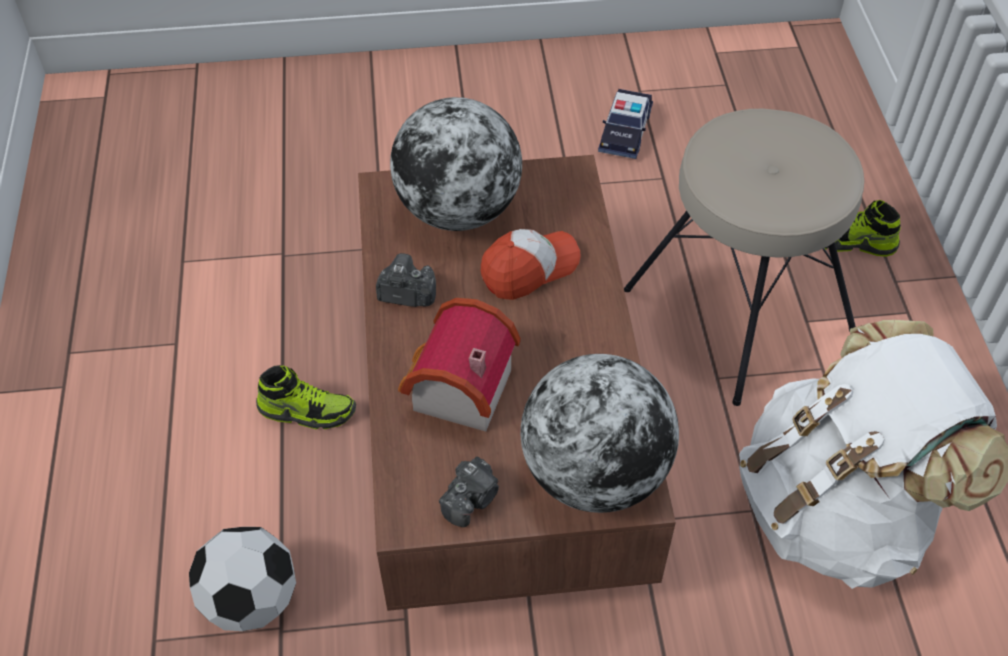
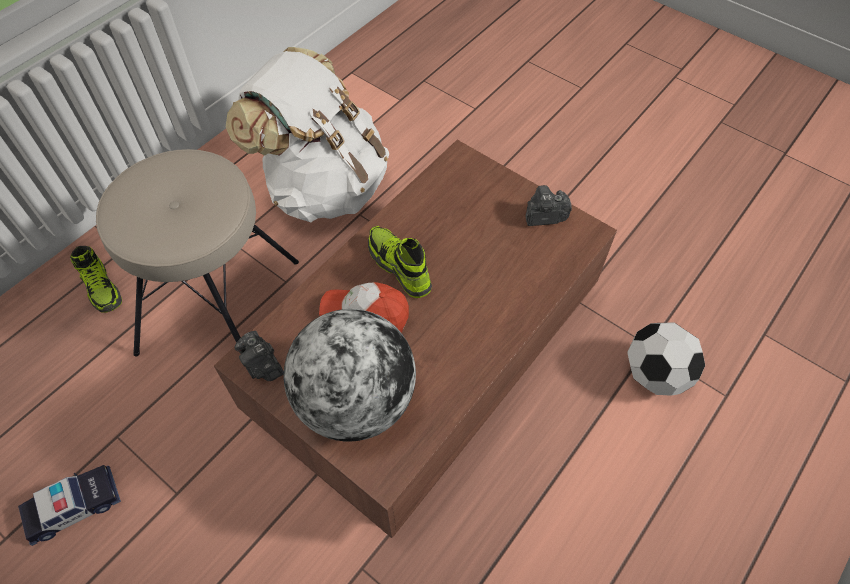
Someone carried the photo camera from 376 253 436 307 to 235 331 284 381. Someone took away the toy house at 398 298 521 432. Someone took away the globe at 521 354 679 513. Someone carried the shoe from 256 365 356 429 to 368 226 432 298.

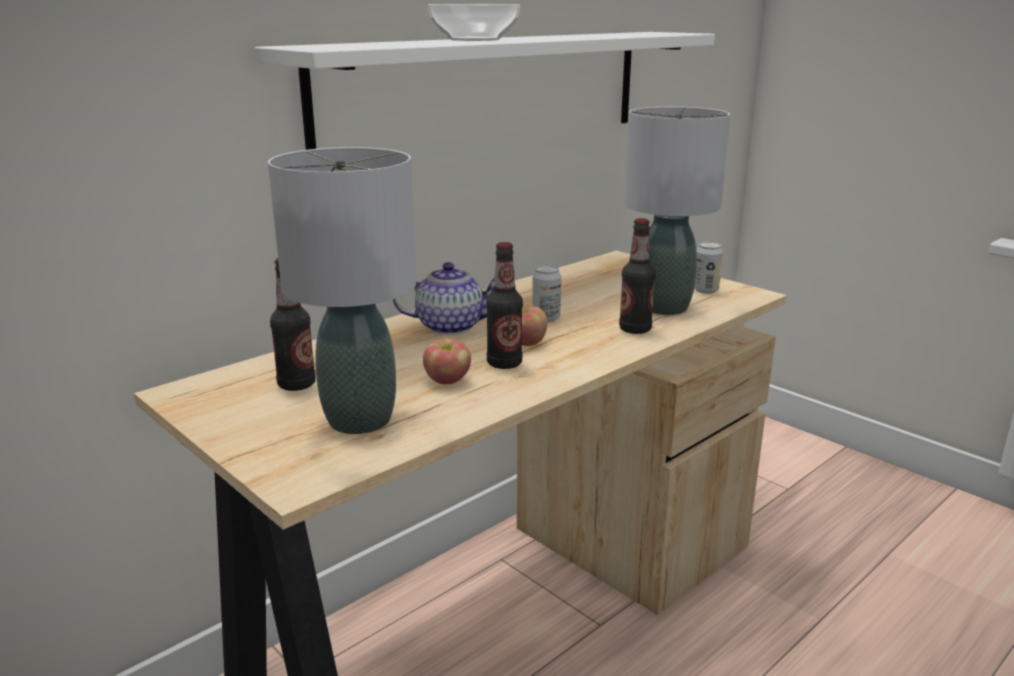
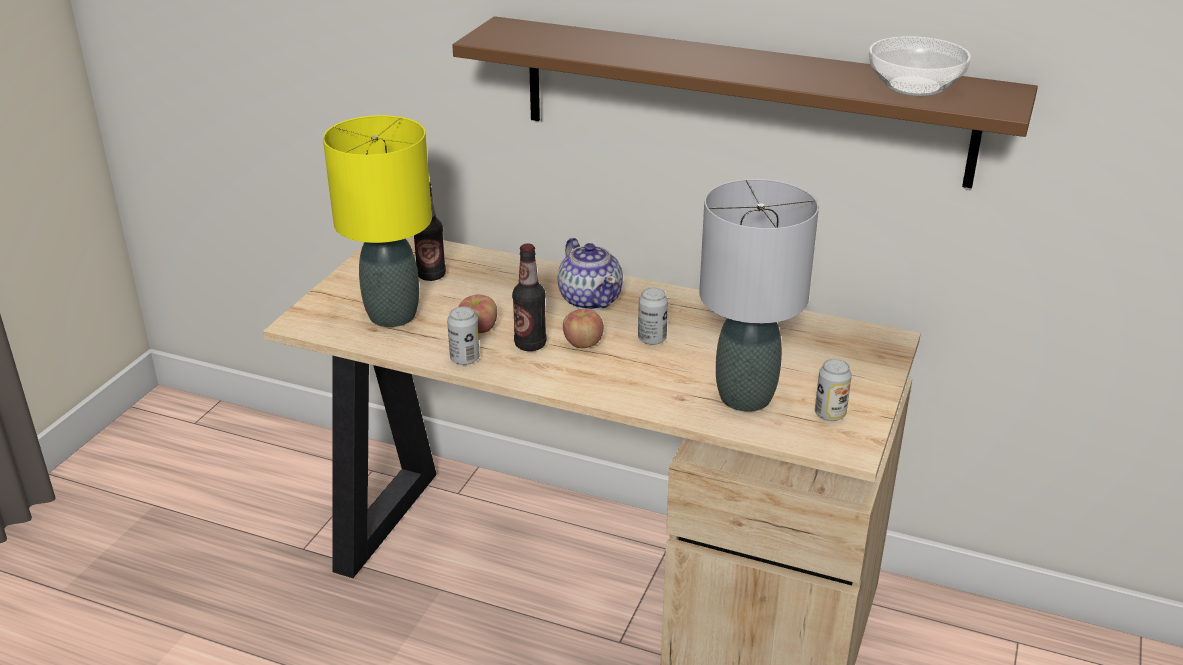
Someone carried the bowl from 428 4 520 41 to 869 36 971 96. Someone repainted the white shelf at 255 32 715 150, which became the brown shelf at 452 16 1038 188. Someone repainted the grey table lamp at 268 147 416 434, which became the yellow table lamp at 323 115 432 327. Someone took away the bottle at 619 218 656 334. Someone put down the can at 447 306 479 365.

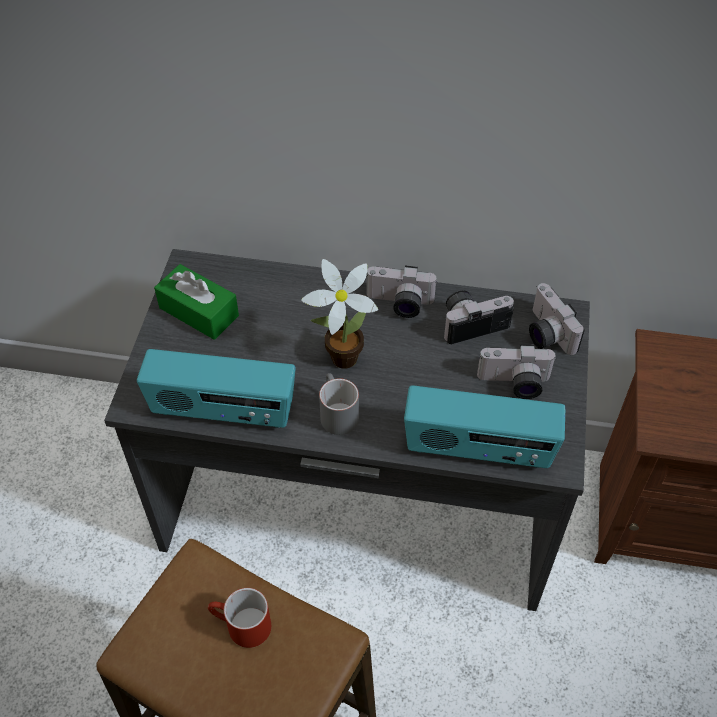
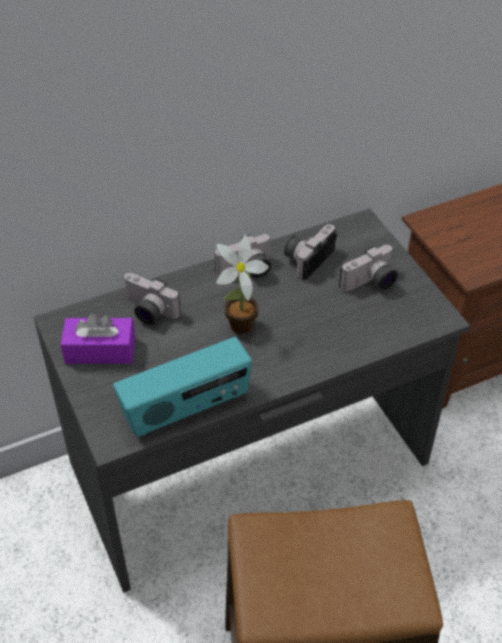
Someone repainted the green tissue box at 154 264 239 340, which became the purple tissue box at 61 313 135 364. Someone carried the photo camera from 529 283 585 355 to 124 273 181 325. Someone took away the grey mug at 319 373 359 435. Someone took away the radio at 404 385 566 468. Someone took away the red mug at 208 588 271 648.

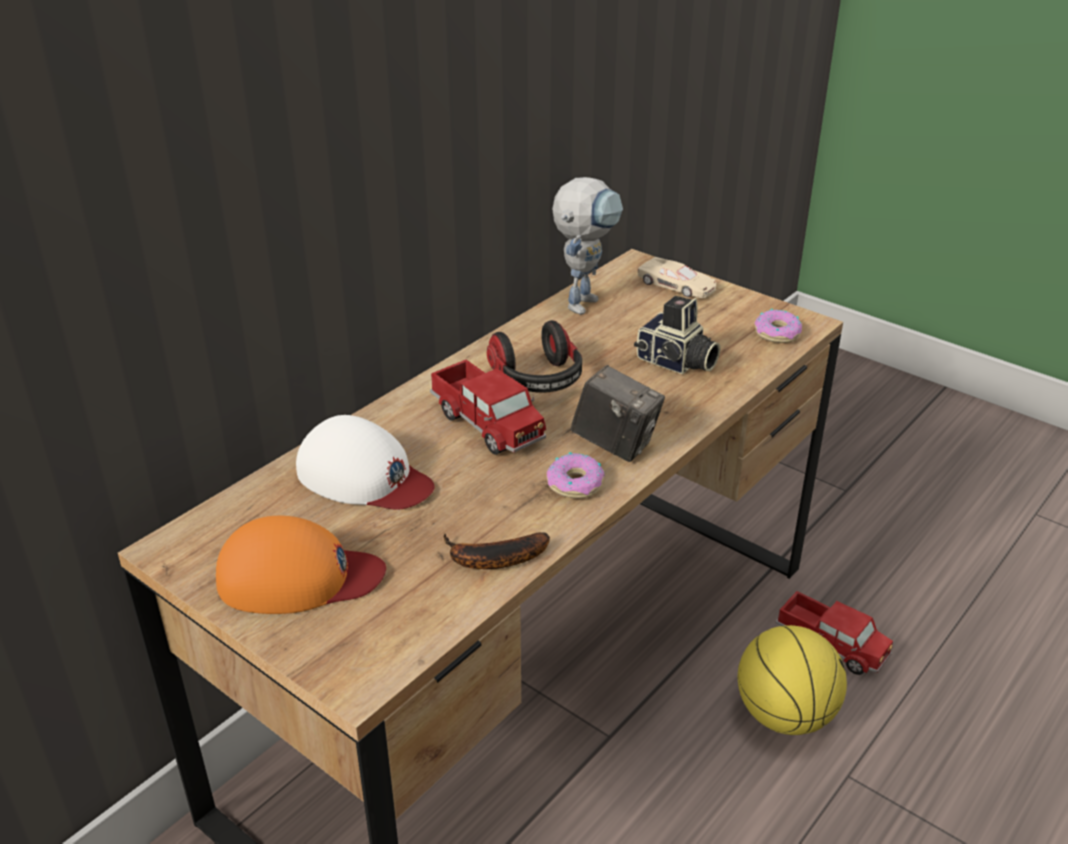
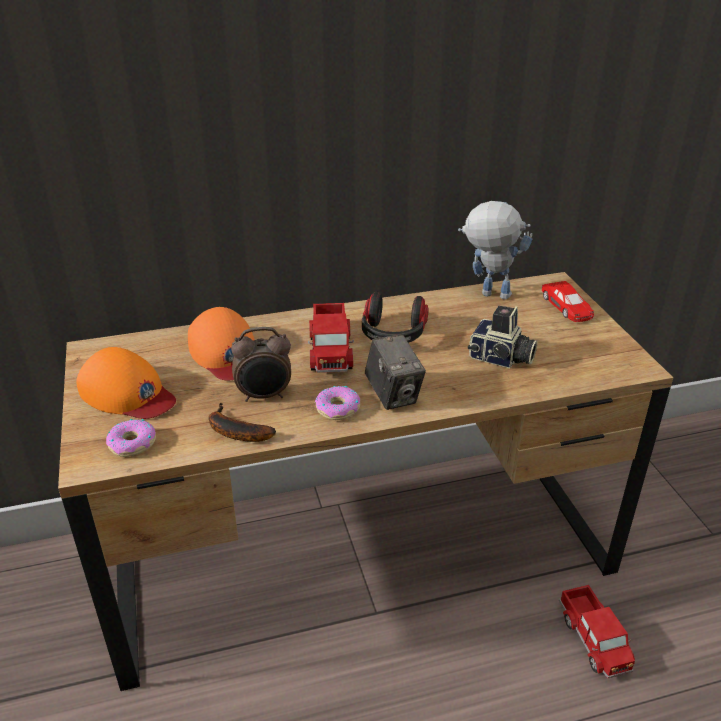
Someone rotated the toy robot at 552 177 623 315 by 135 degrees counterclockwise. Someone repainted the beige toy car at 638 257 716 298, which became the red toy car at 542 281 594 322. Someone rotated the photo camera at 634 296 720 374 by 45 degrees counterclockwise. Someone carried the donut from 755 309 802 343 to 106 419 156 457. Someone repainted the white cap at 296 415 435 510, which became the orange cap at 188 307 255 380. Someone took away the basketball at 738 625 847 735. Someone put down the alarm clock at 231 327 291 402.

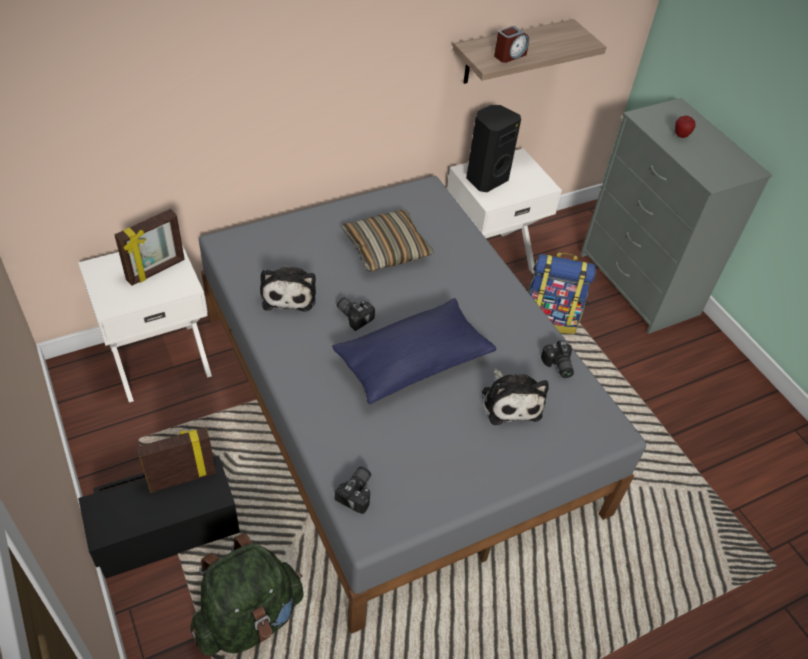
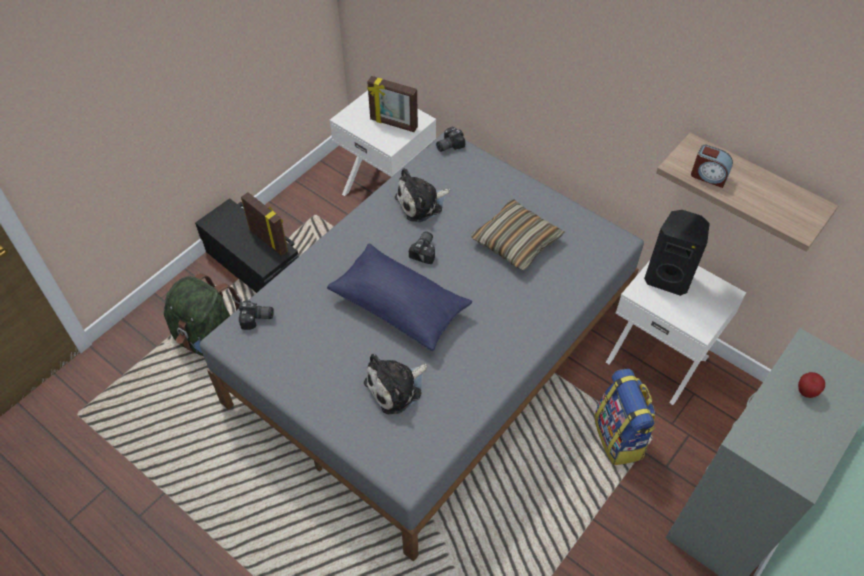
Someone carried the photo camera from 541 341 574 378 to 436 127 465 152.

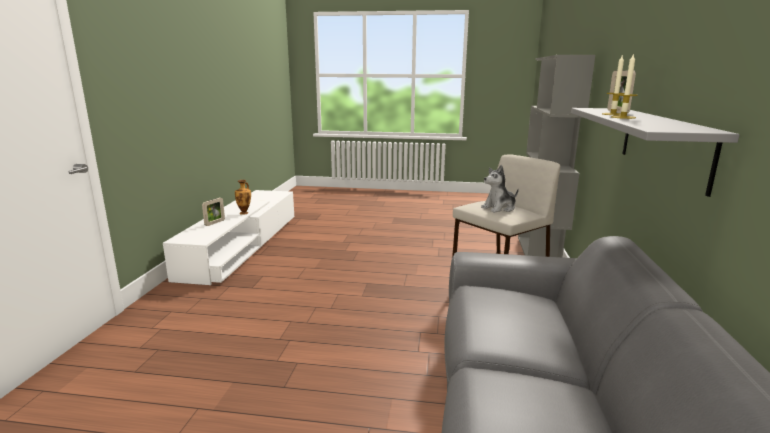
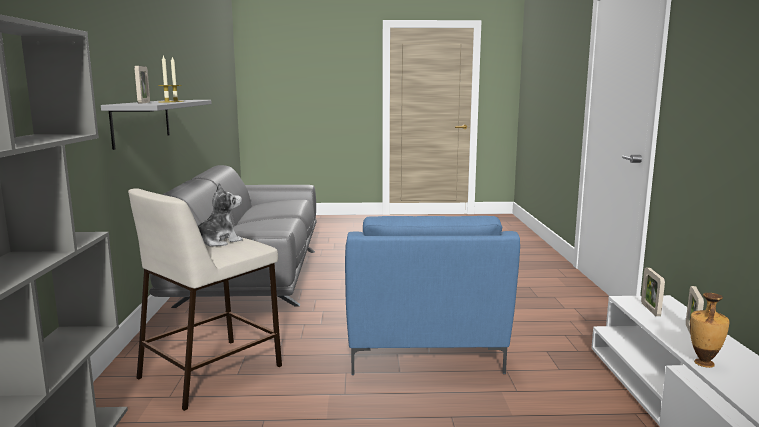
Someone put down the blue armchair at 345 216 520 375. Someone put down the picture frame at 641 268 665 316.

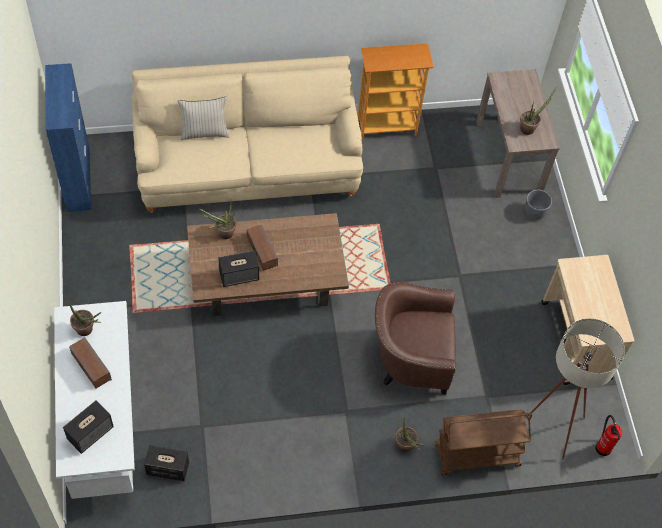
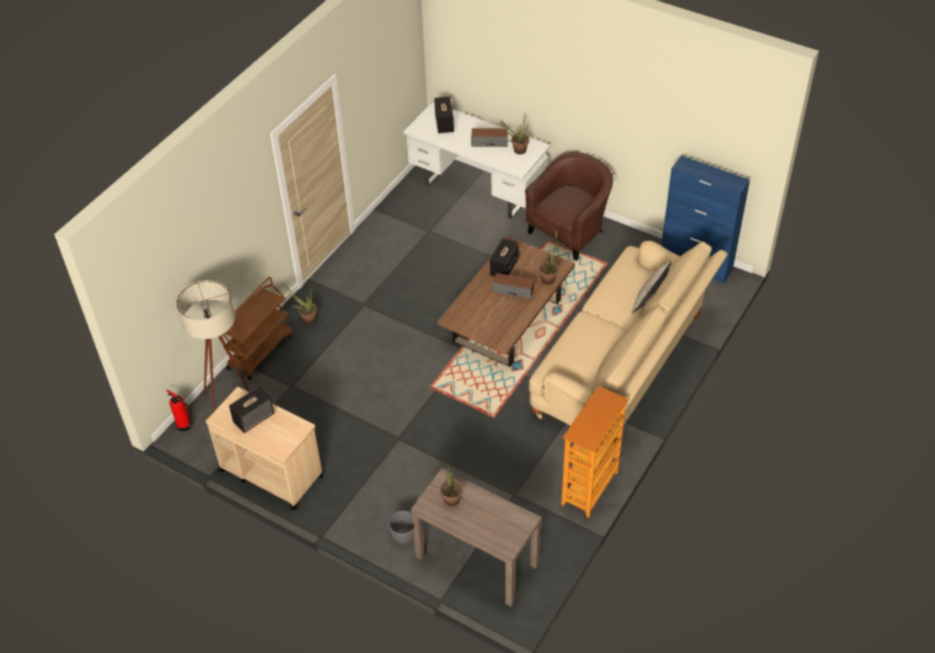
Someone carried the brown armchair from 375 282 456 395 to 525 152 613 261. Someone carried the speaker from 144 445 189 481 to 229 386 274 433.

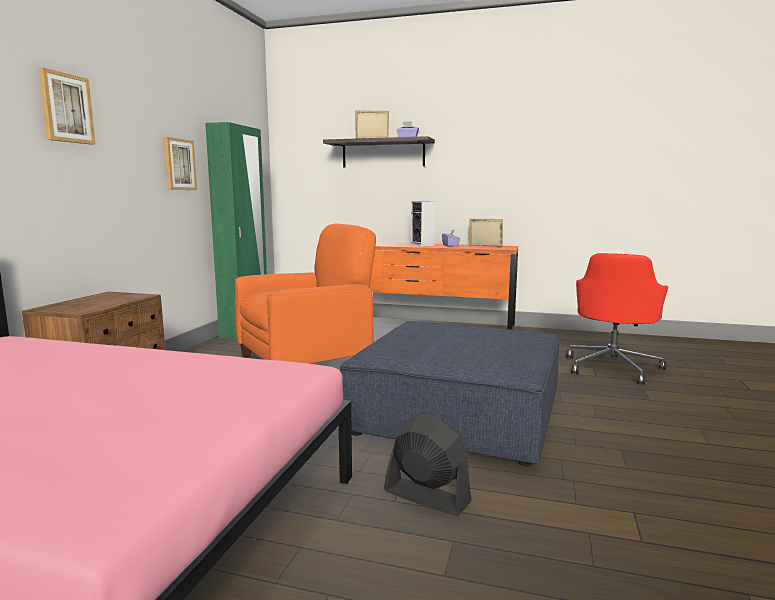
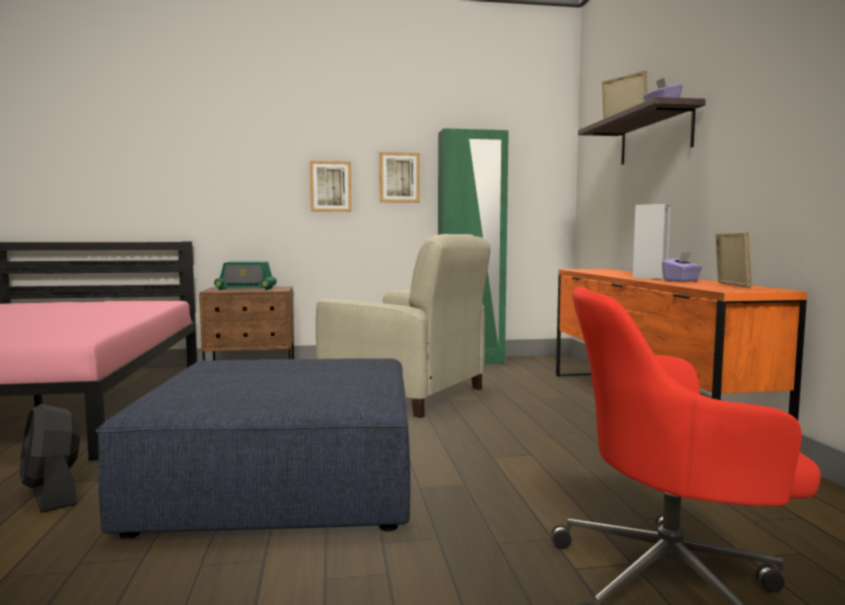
Someone carried the picture from 39 67 96 145 to 310 161 352 212. Someone repainted the orange armchair at 235 224 376 364, which became the beige armchair at 316 234 491 418. Someone rotated the black fan at 384 414 472 516 by 135 degrees clockwise. Someone put down the radio at 214 262 277 290.

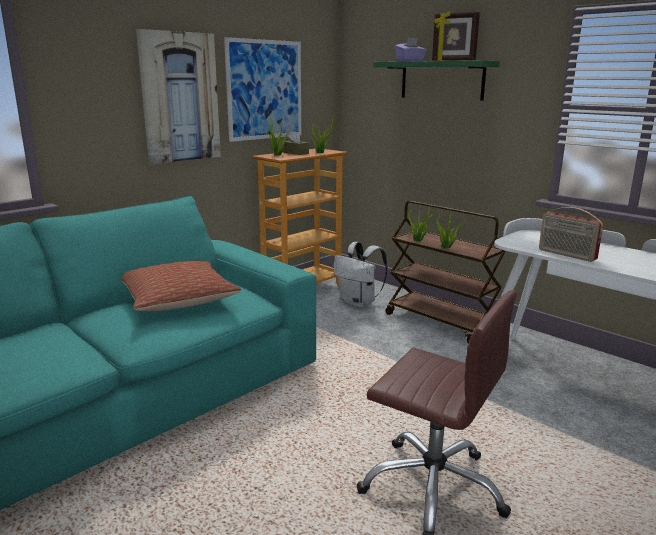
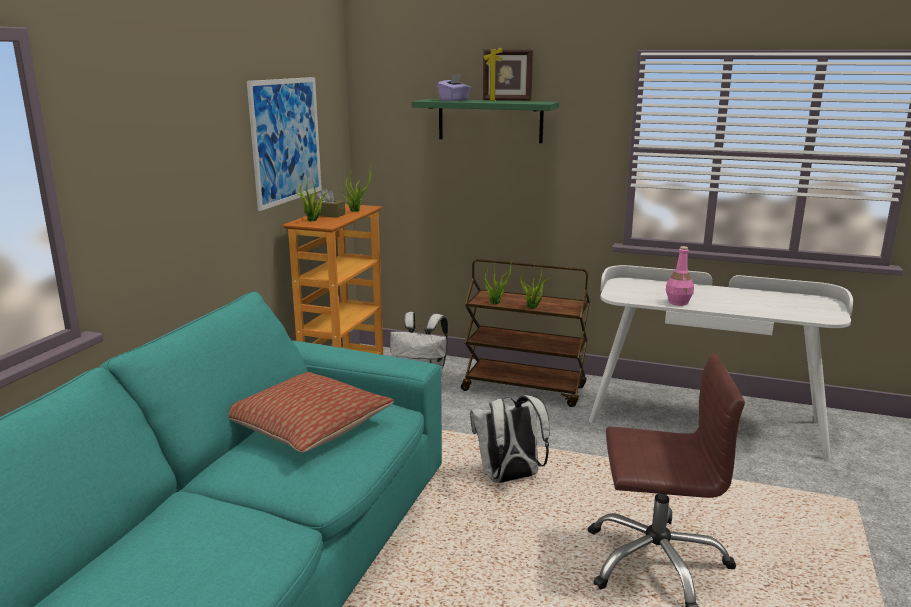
Someone took away the picture at 136 29 221 164. Someone swapped the radio at 539 207 603 262 for the pink bottle at 666 246 694 306. Someone put down the white backpack at 470 395 550 483.

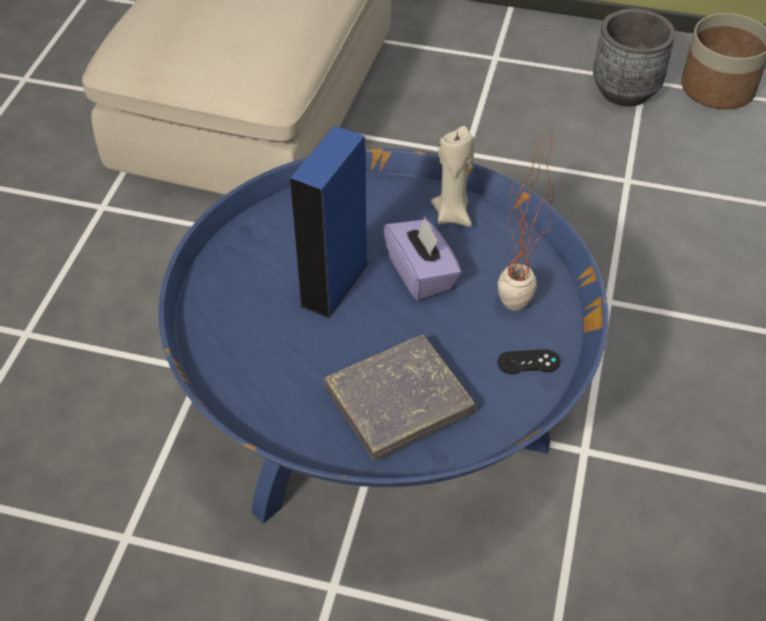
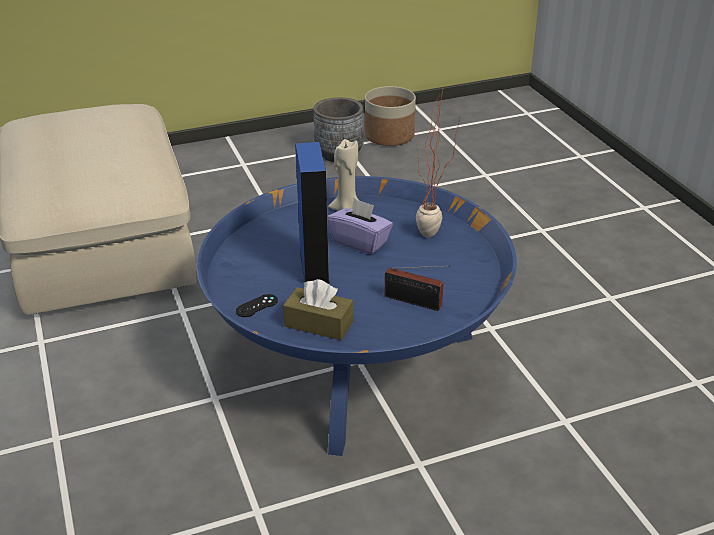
Someone swapped the grey book at 324 335 475 461 for the radio at 385 265 451 311. Someone carried the black game controller from 498 349 561 374 to 236 294 278 317. Someone put down the brown tissue box at 283 279 353 340.

